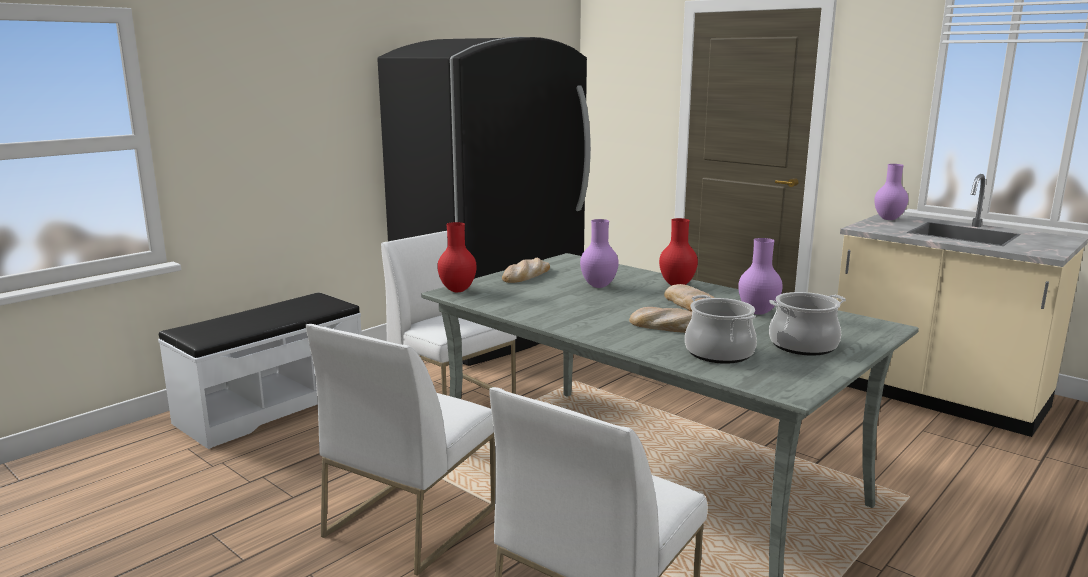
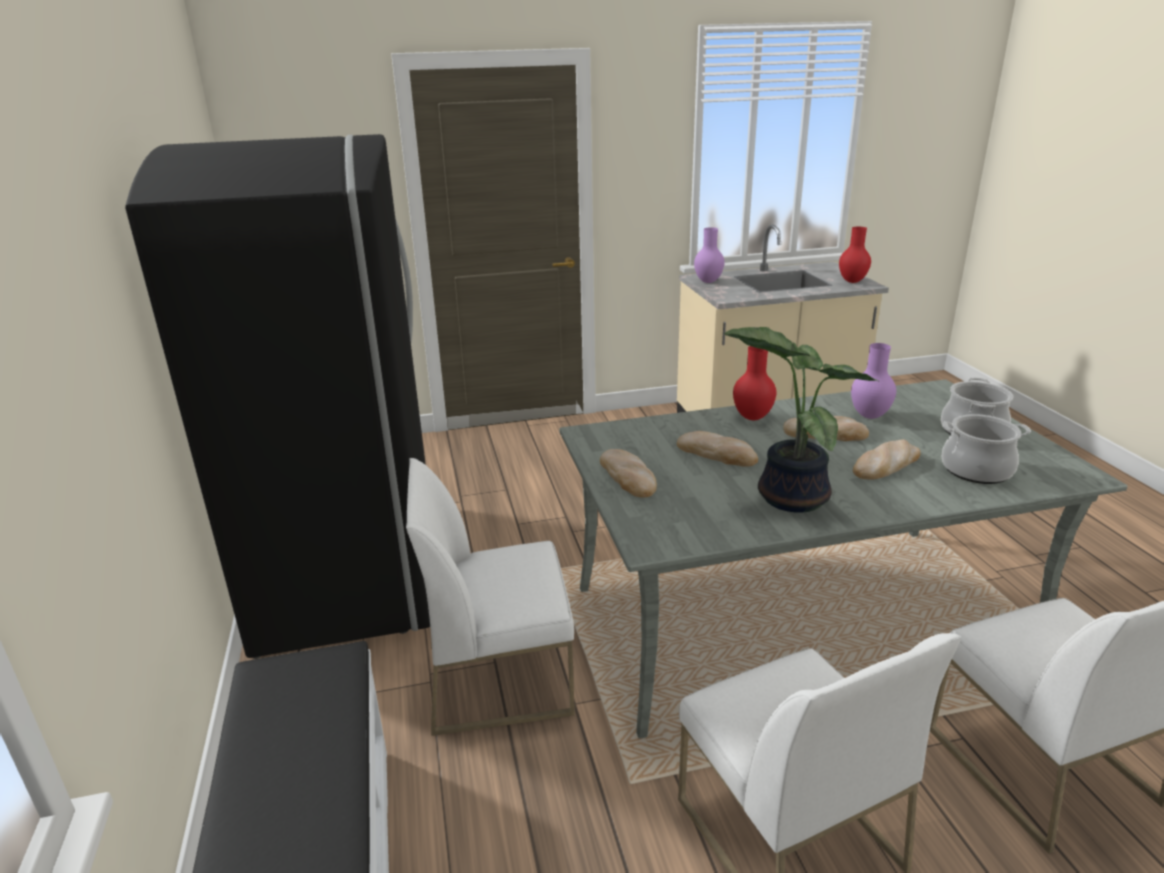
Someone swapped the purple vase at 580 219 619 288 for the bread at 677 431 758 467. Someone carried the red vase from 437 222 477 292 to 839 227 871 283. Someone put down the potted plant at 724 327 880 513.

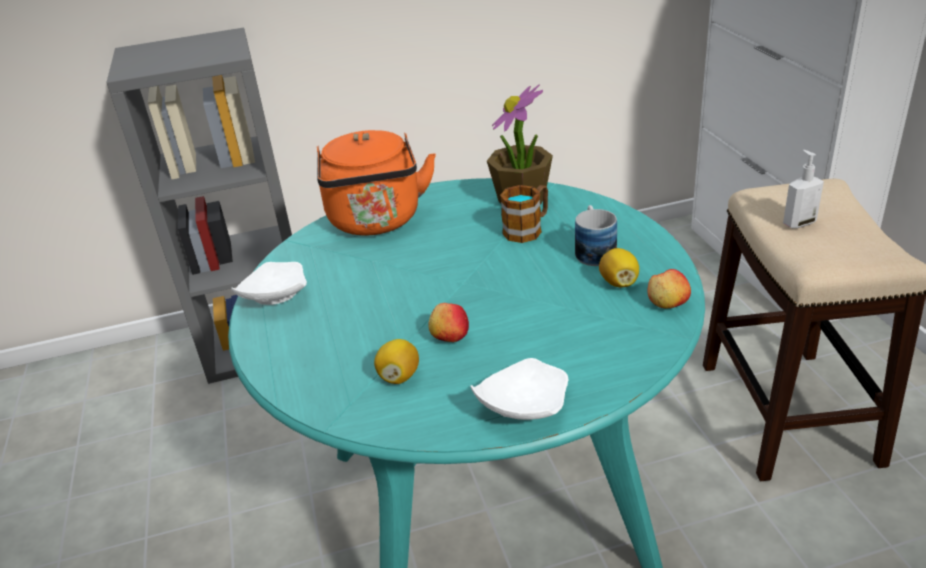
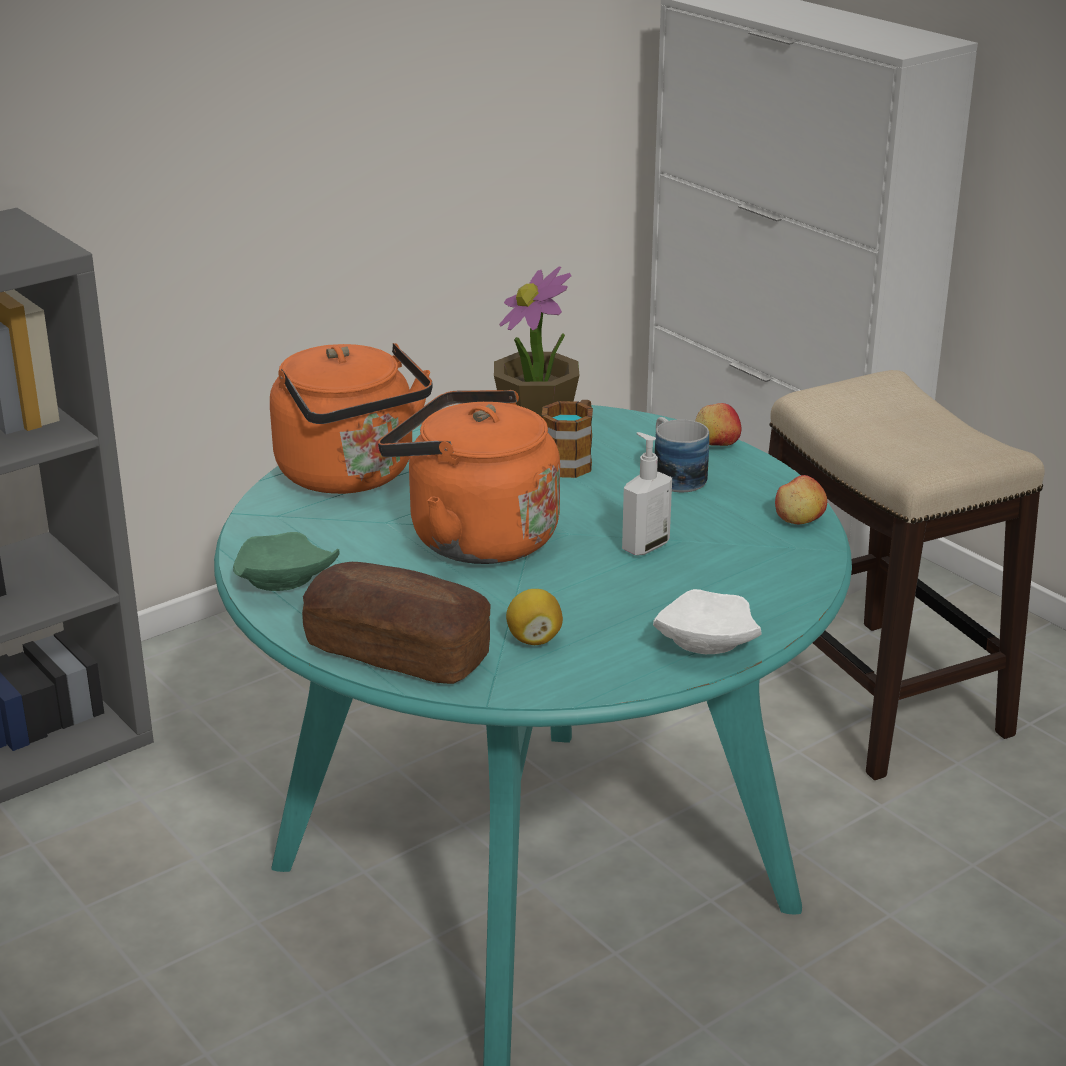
Someone carried the soap dispenser from 783 150 824 228 to 622 432 672 556. Someone took away the lemon at 599 248 639 287. Someone repainted the white plate at 231 262 307 305, which became the green plate at 233 532 340 591. Someone carried the apple from 429 303 469 342 to 695 403 741 446. Someone put down the orange kettle at 378 390 560 564. Someone put down the bread at 302 562 491 684.

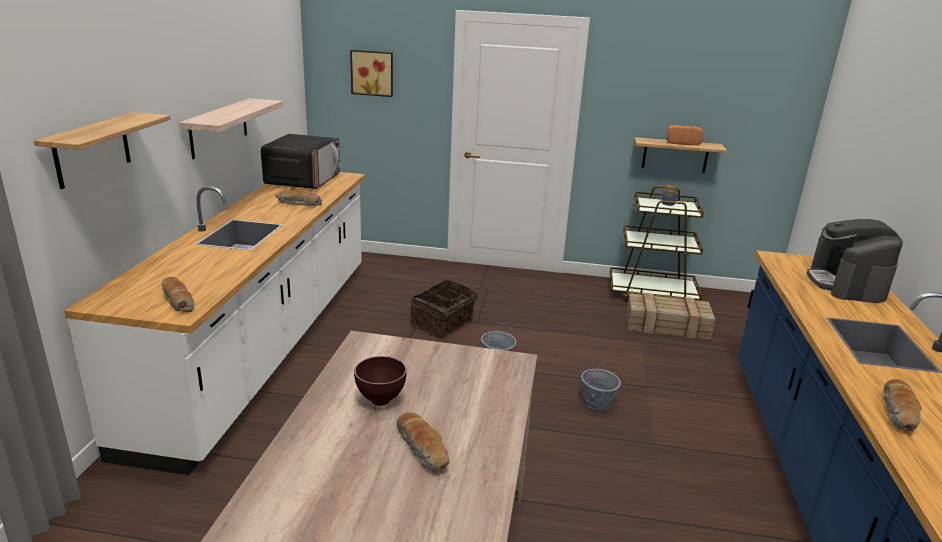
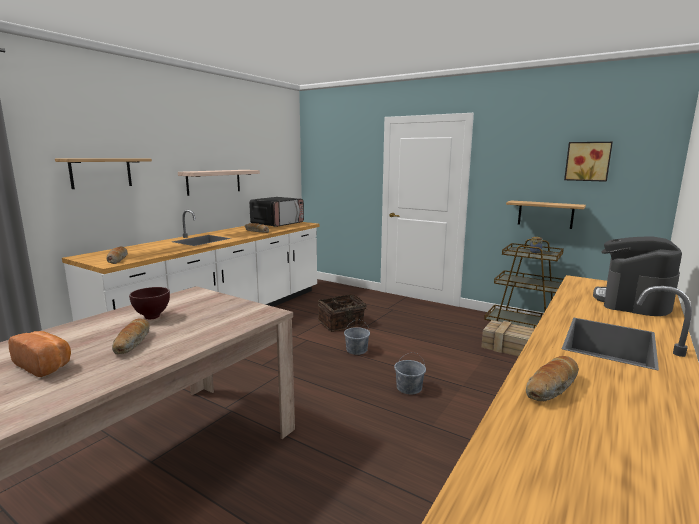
Someone carried the picture from 350 50 393 97 to 564 142 613 182. Someone carried the bread from 667 125 704 146 to 8 331 71 377.

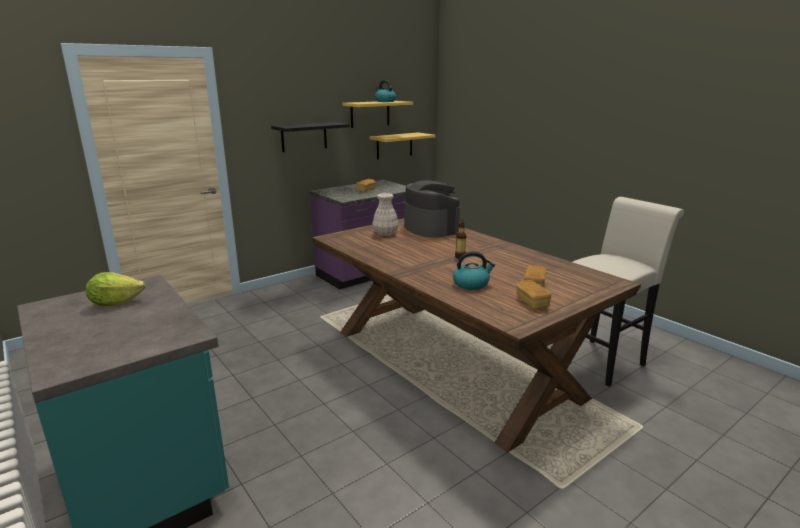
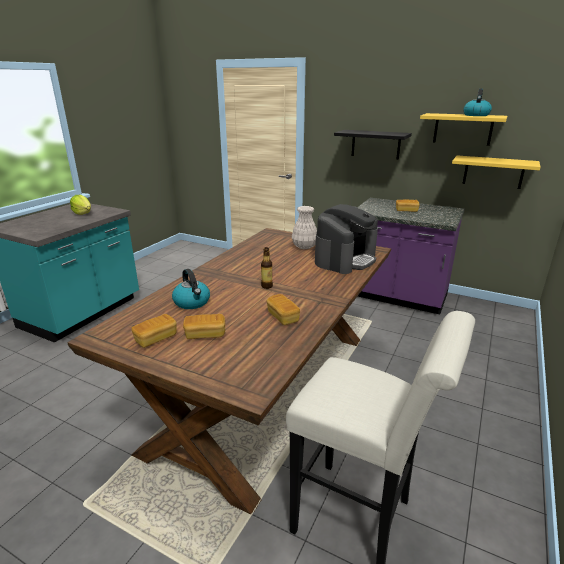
Someone put down the bread at 266 294 300 325.

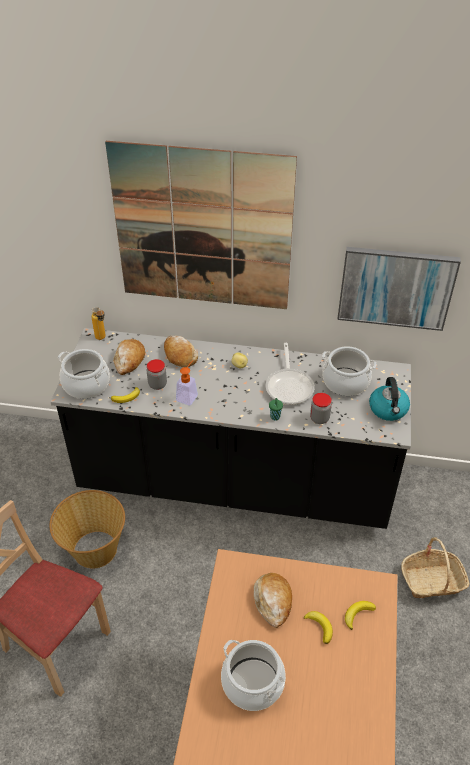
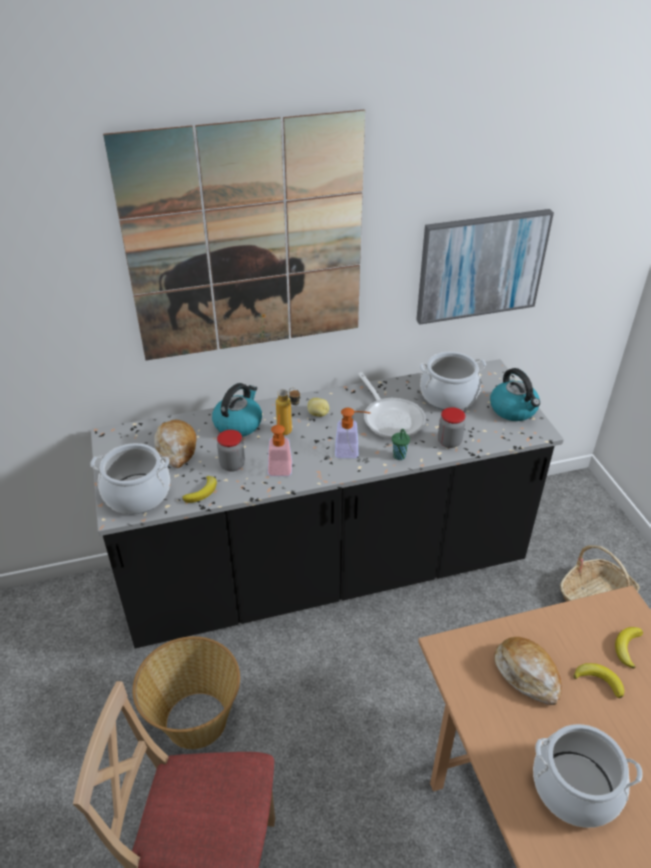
Someone carried the bottle from 91 307 106 340 to 276 388 300 435. Someone swapped the bread at 164 336 198 367 for the kettle at 212 383 262 437. Someone put down the soap dispenser at 335 408 371 458.

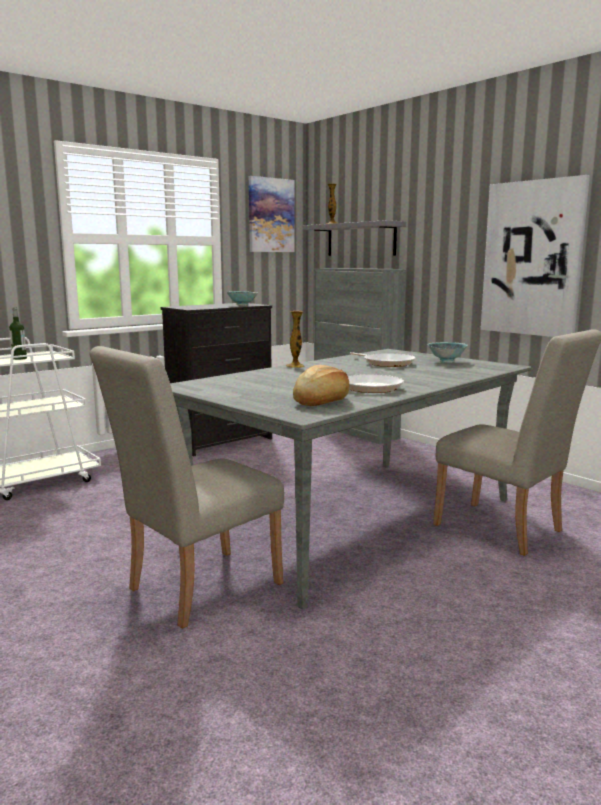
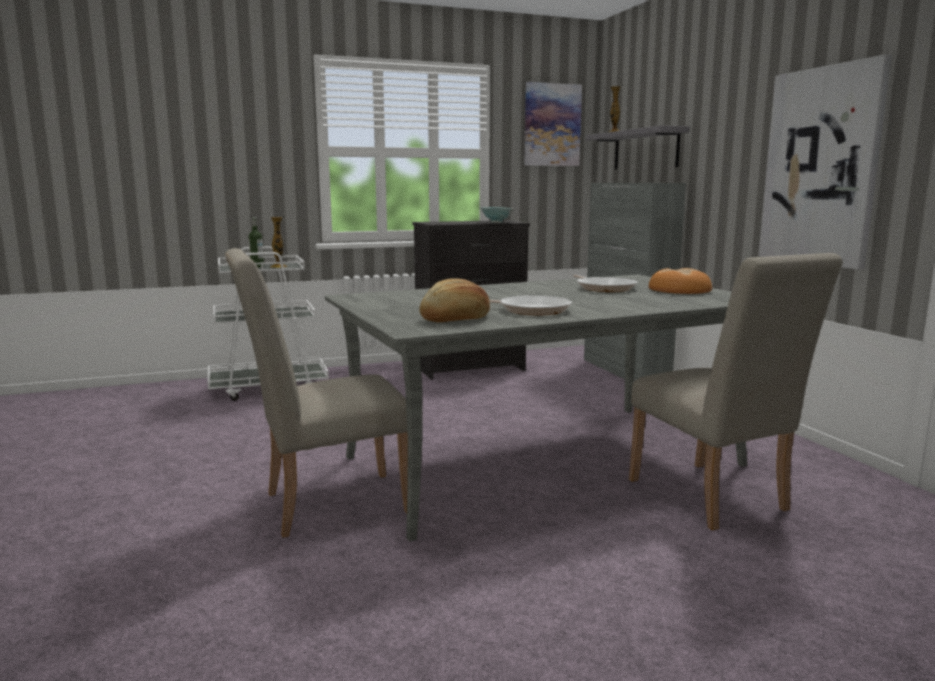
Someone carried the vase from 286 311 305 368 to 270 217 287 268. Someone swapped the bowl at 428 342 468 363 for the bread at 649 268 712 294.

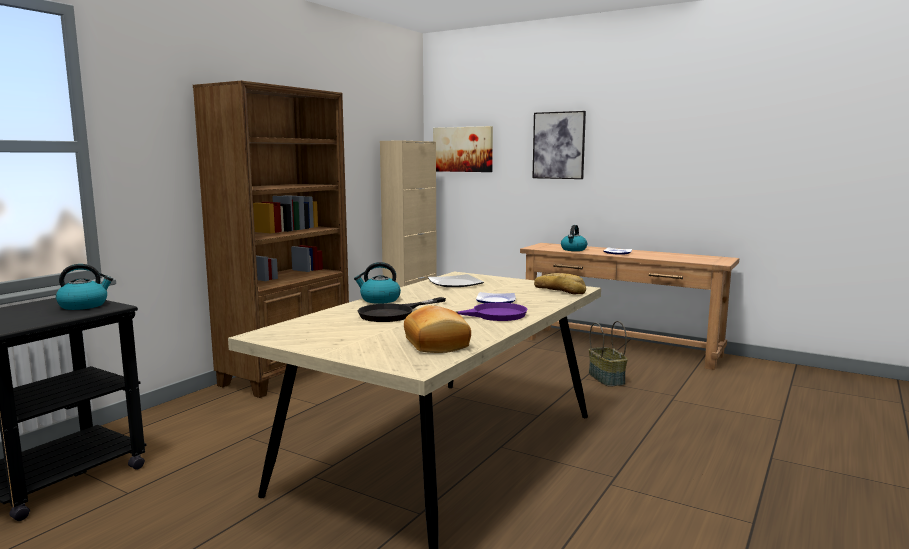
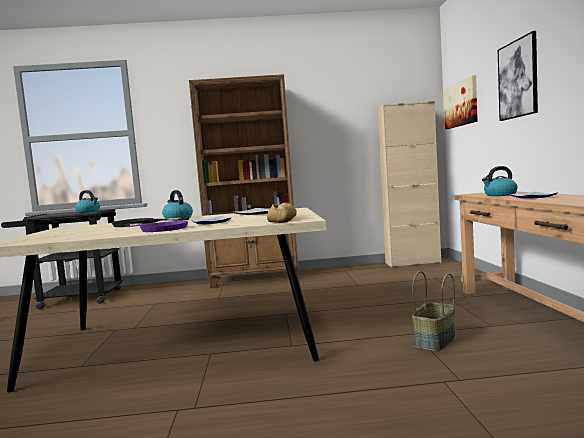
Someone took away the bread at 404 305 471 353.

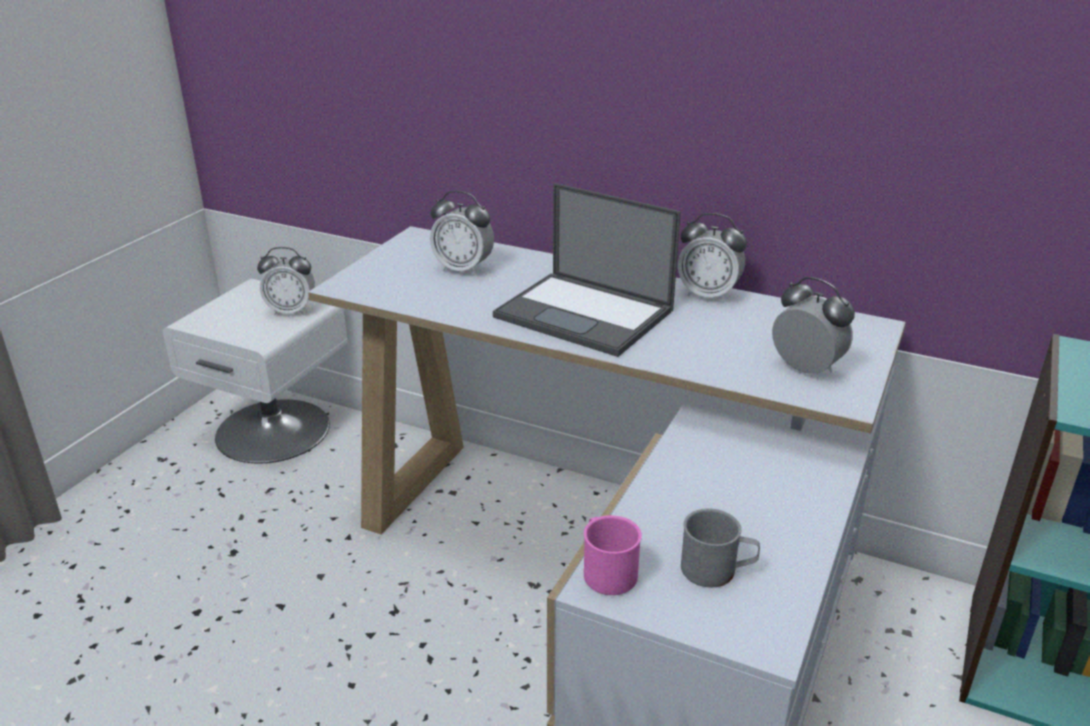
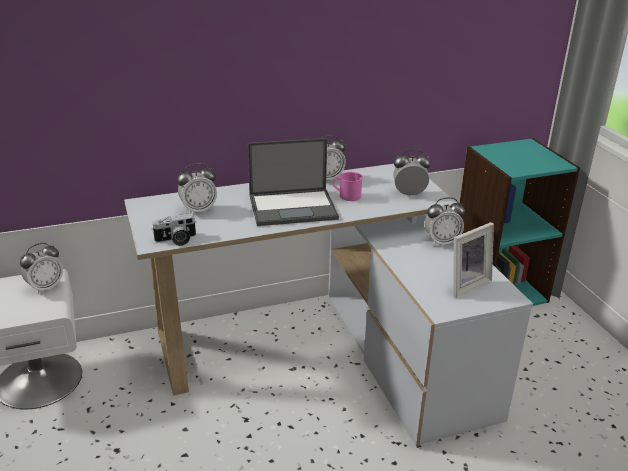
Someone swapped the grey mug at 681 508 760 587 for the picture frame at 453 222 494 298. Someone carried the pink mug from 584 515 642 595 to 333 172 363 201. Someone put down the alarm clock at 425 197 465 246. Someone put down the photo camera at 151 213 196 246.

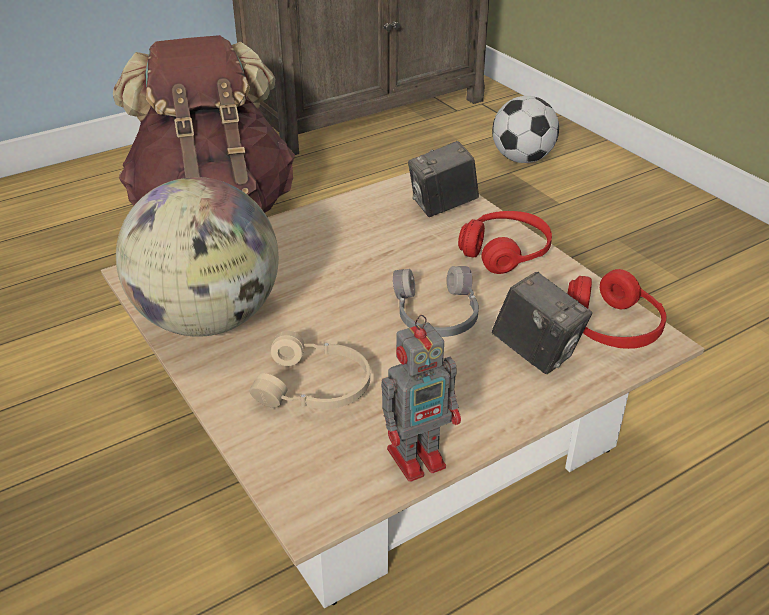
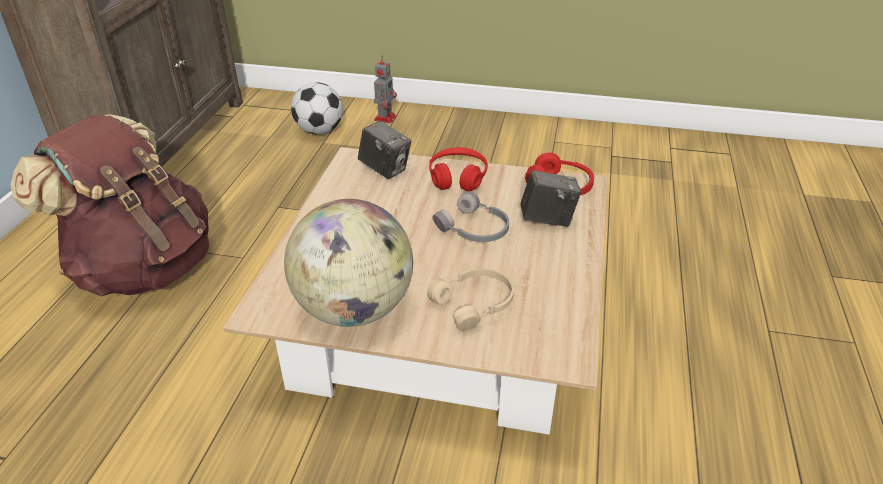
Someone rotated the photo camera at 408 141 479 217 by 75 degrees counterclockwise. Someone carried the toy robot from 381 315 461 482 to 374 56 397 123.

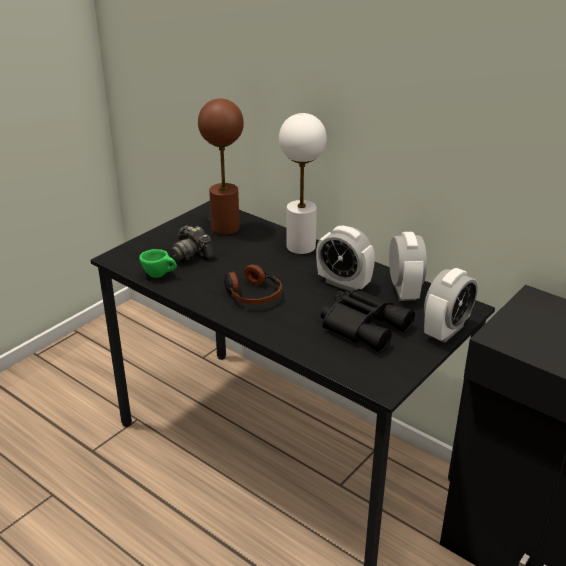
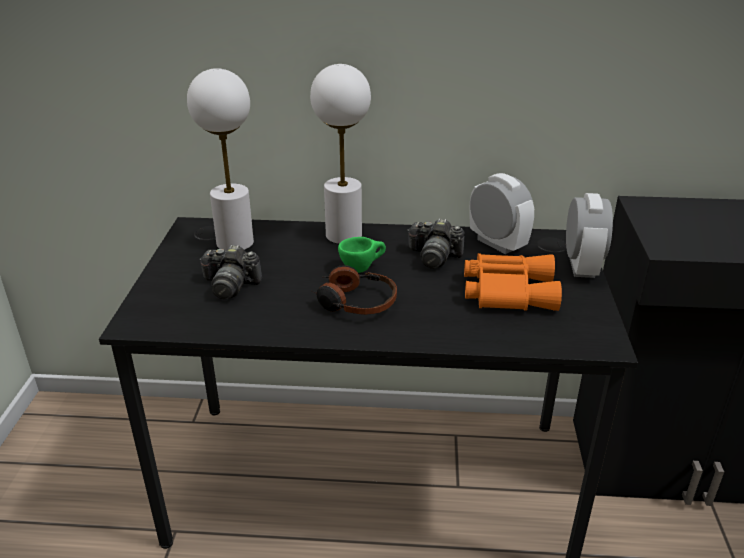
Someone repainted the brown table lamp at 198 98 244 235, which became the white table lamp at 187 68 254 251. Someone swapped the alarm clock at 316 226 375 291 for the photo camera at 408 218 464 269. Someone carried the green cup from 139 249 177 278 to 338 237 386 273. Someone repainted the black binoculars at 321 290 415 353, which became the orange binoculars at 464 253 562 311.

